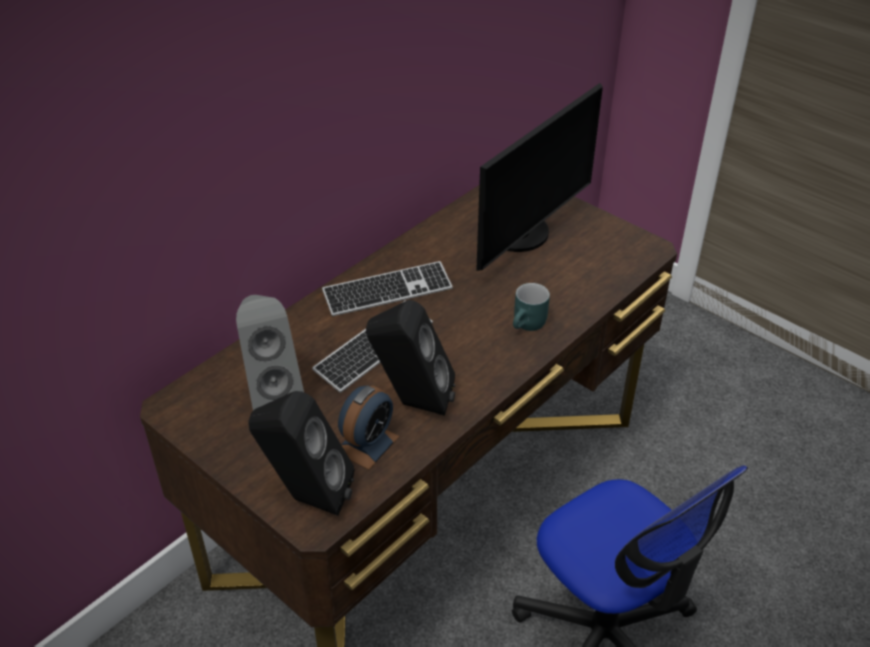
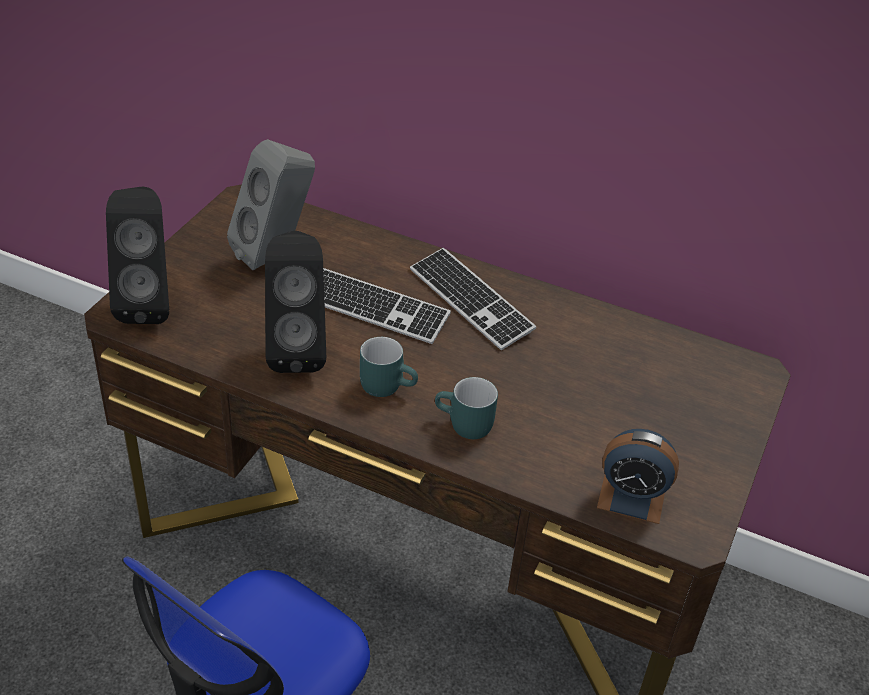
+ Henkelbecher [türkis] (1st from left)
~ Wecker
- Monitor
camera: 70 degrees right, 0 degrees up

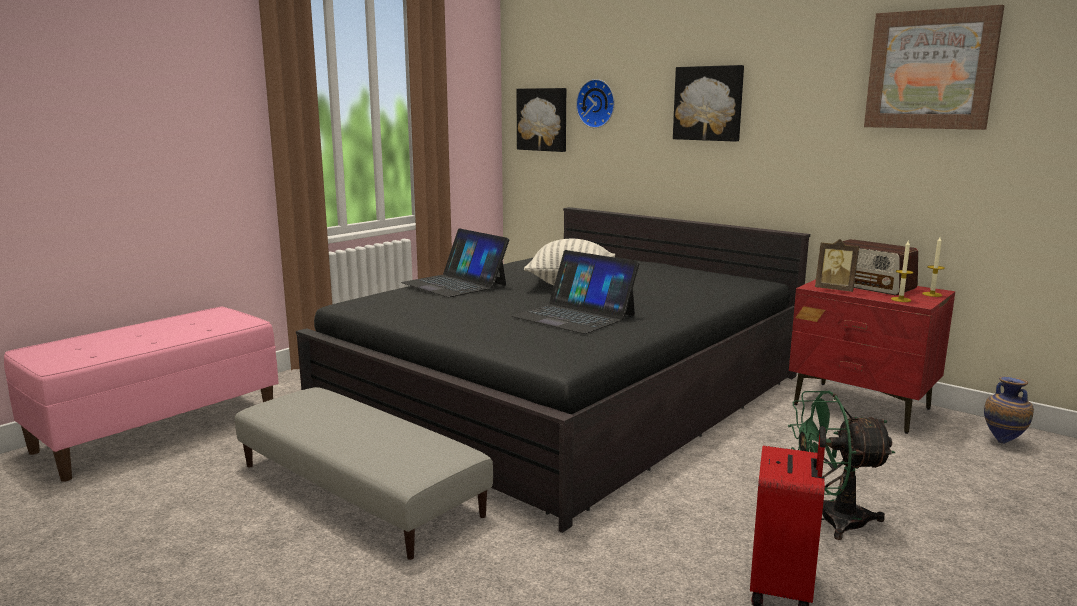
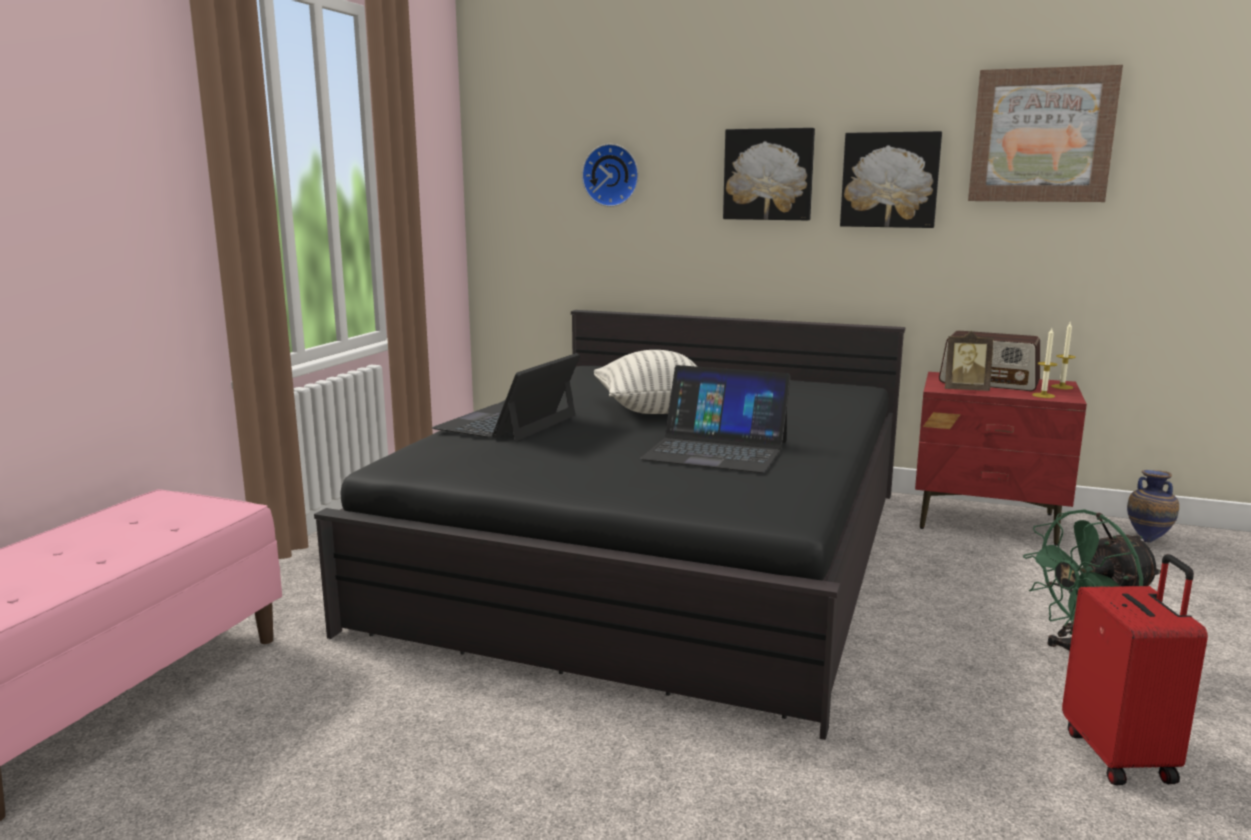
~ Laptop (1st from left) 90 degrees clockwise
~ Bild (1st from left in the first image) to Bild (2nd from left)
- Polsterhocker [grau]
camera: 20 degrees left, 0 degrees up

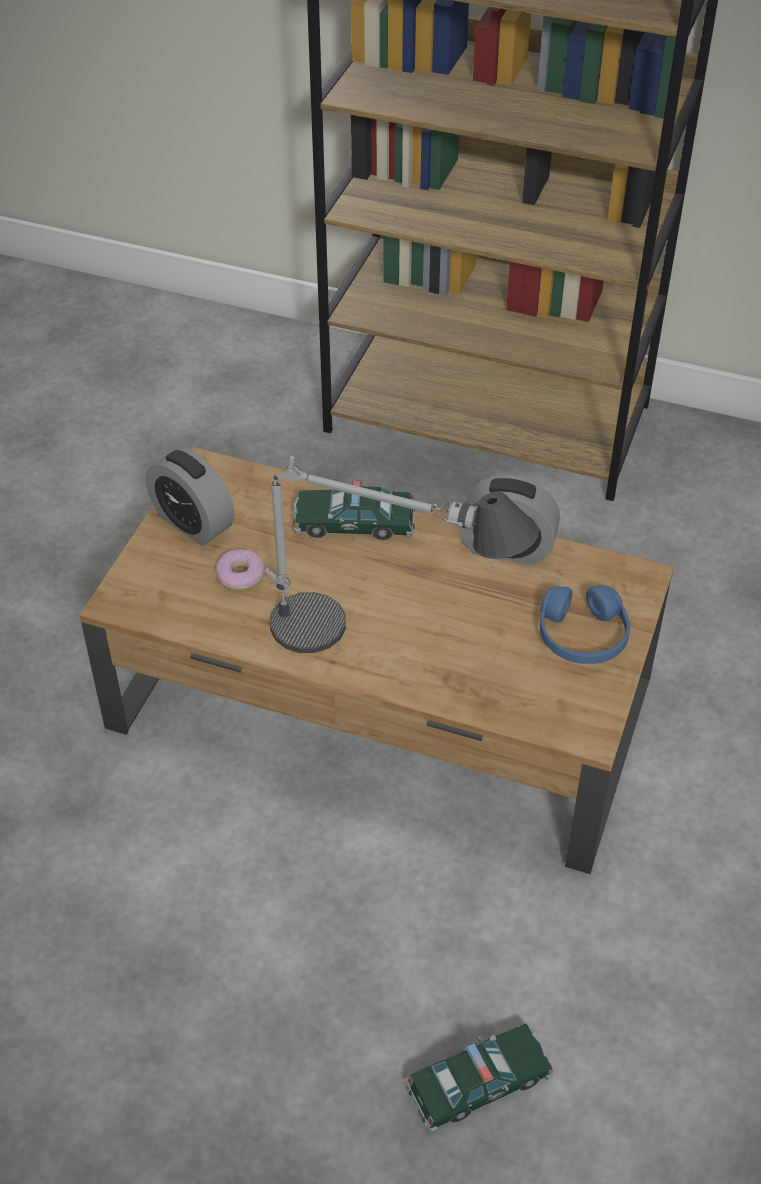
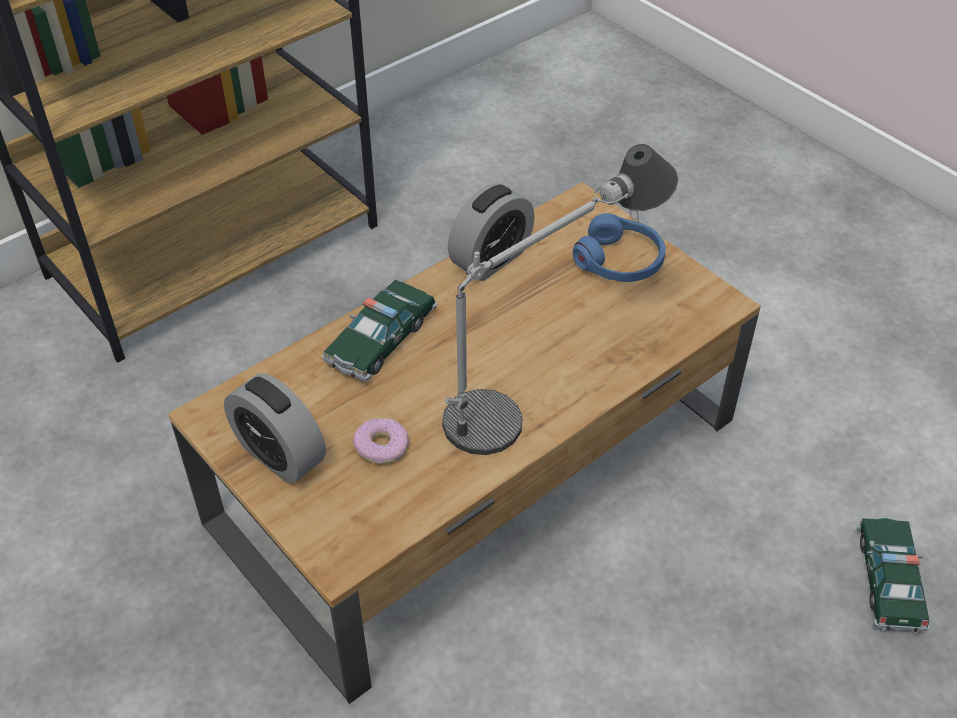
~ Wecker (1st from left) 60 degrees clockwise
camera: 60 degrees left, 0 degrees up

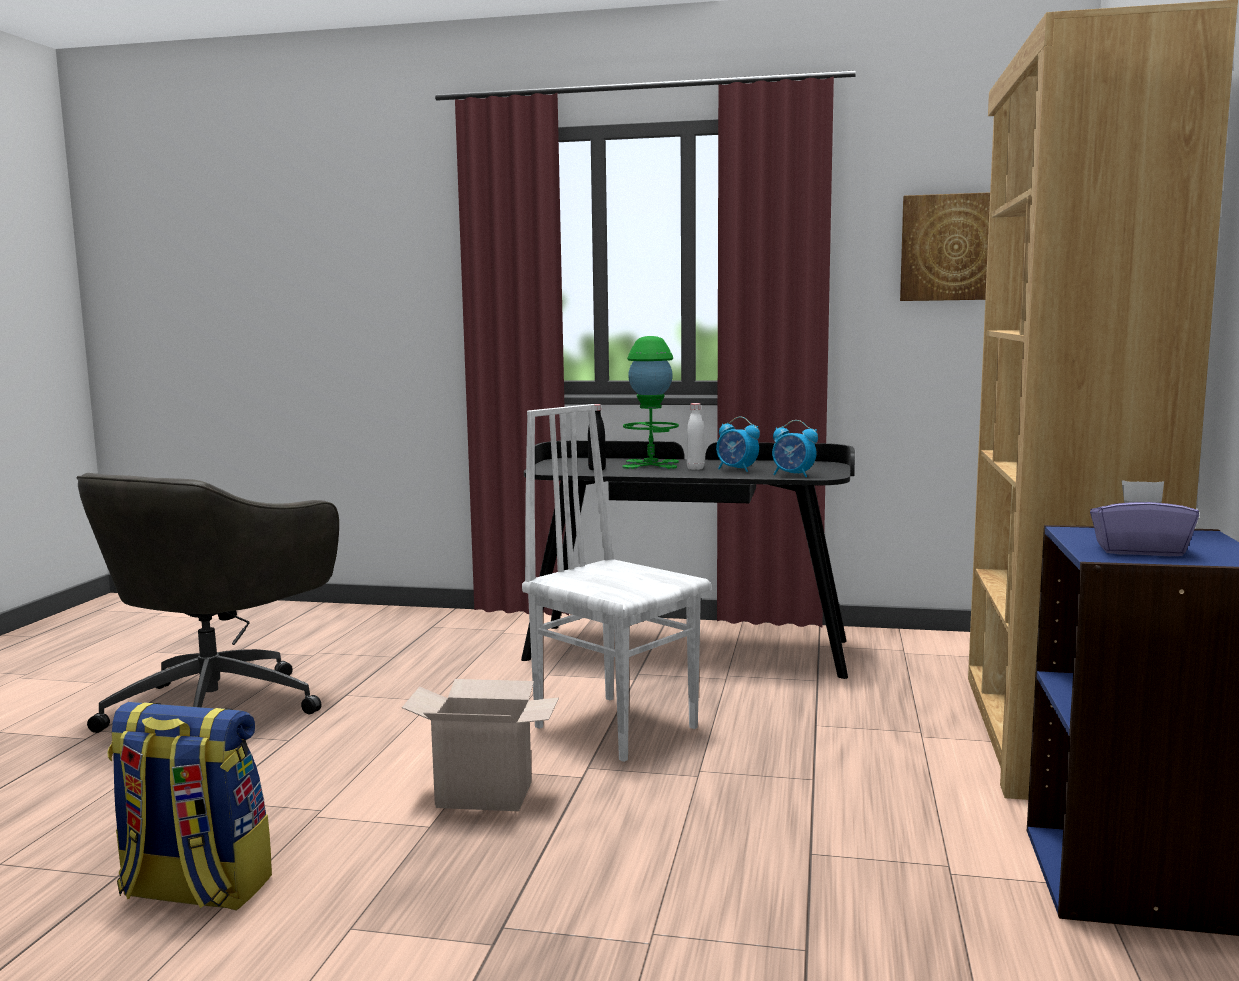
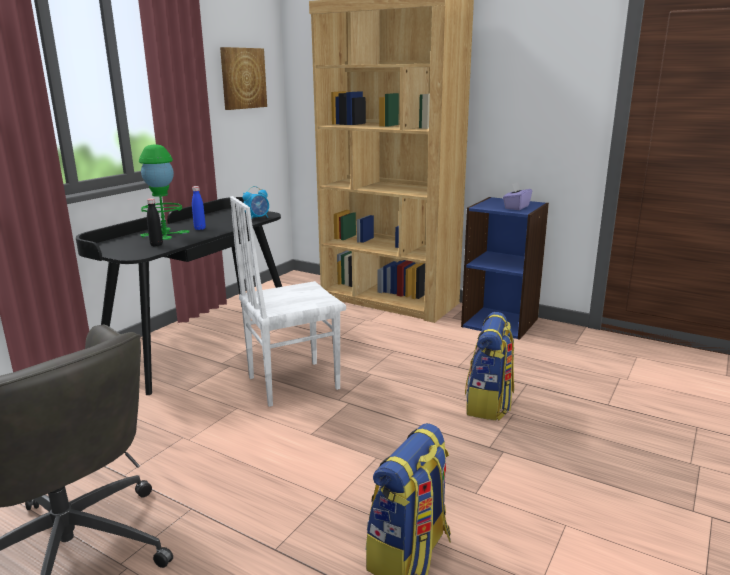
~ Flasche [weiß] to Flasche [blau]
+ Rucksack (2nd from left)
- Karton
- Wecker (1st from left)
camera: 70 degrees left, 10 degrees up

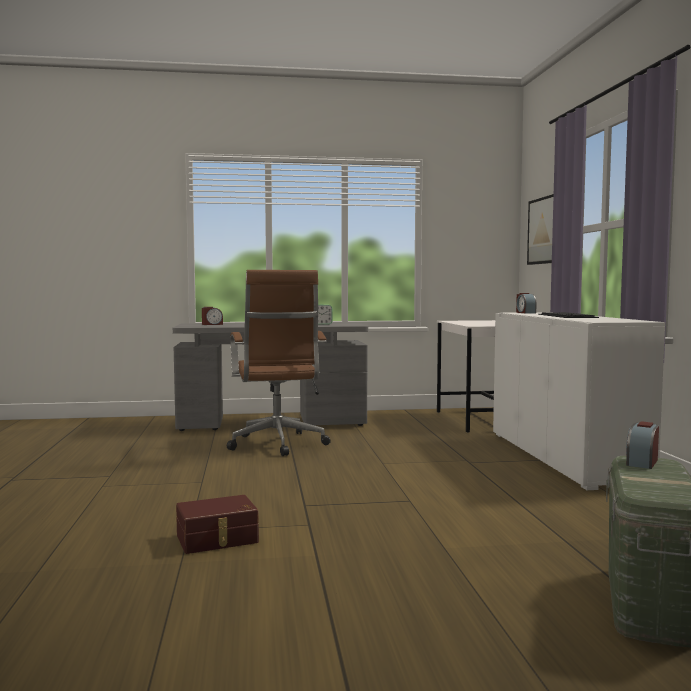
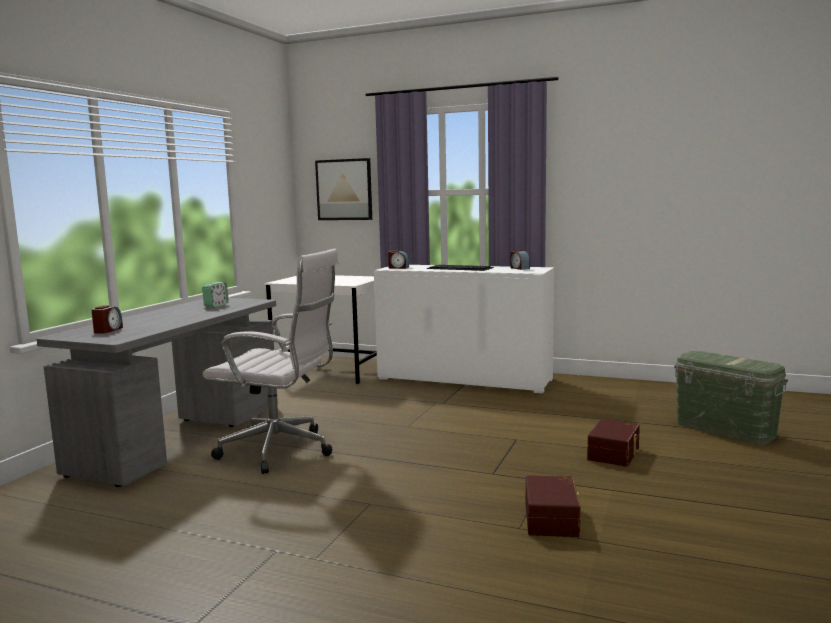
~ Bürostuhl [braun] to Bürostuhl [weiß]
~ Wecker (4th from left)
+ Aufbewahrungsbox [braun] (2nd from left)
camera: 60 degrees left, 5 degrees up

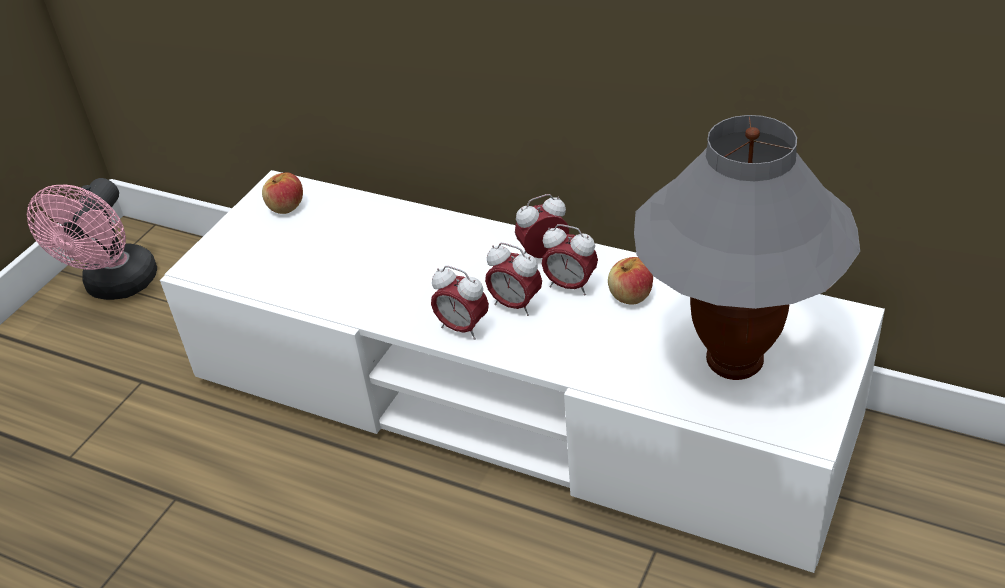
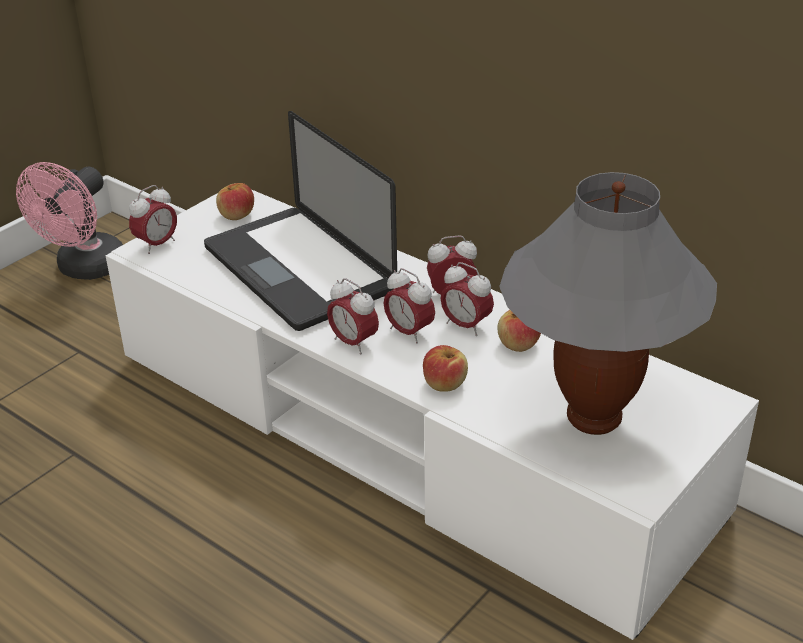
+ Wecker (1st from left)
+ Laptop
+ Apfel (2nd from left)
camera: 10 degrees right, 5 degrees down

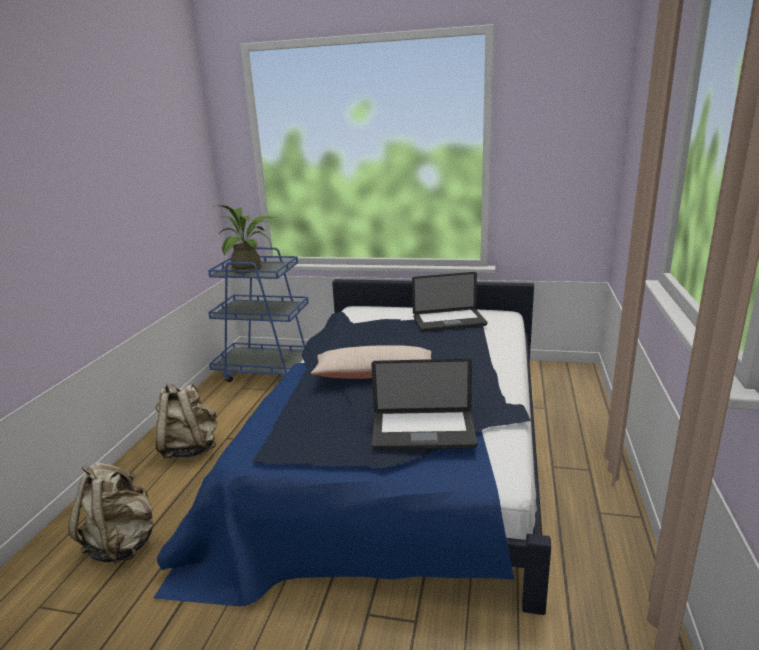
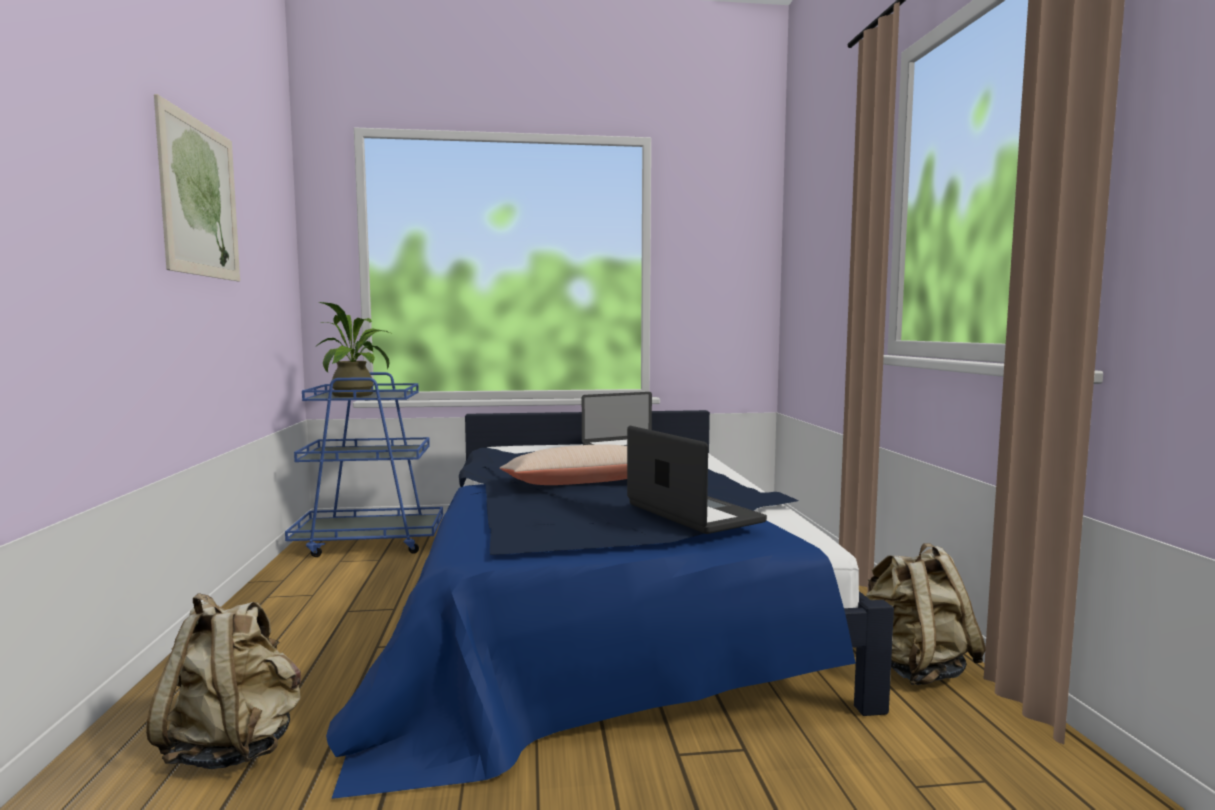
+ Bild
~ Laptop (1st from left in the first image) 105 degrees counterclockwise
~ Rucksack [beige] (2nd from left)
camera: 20 degrees left, 15 degrees down

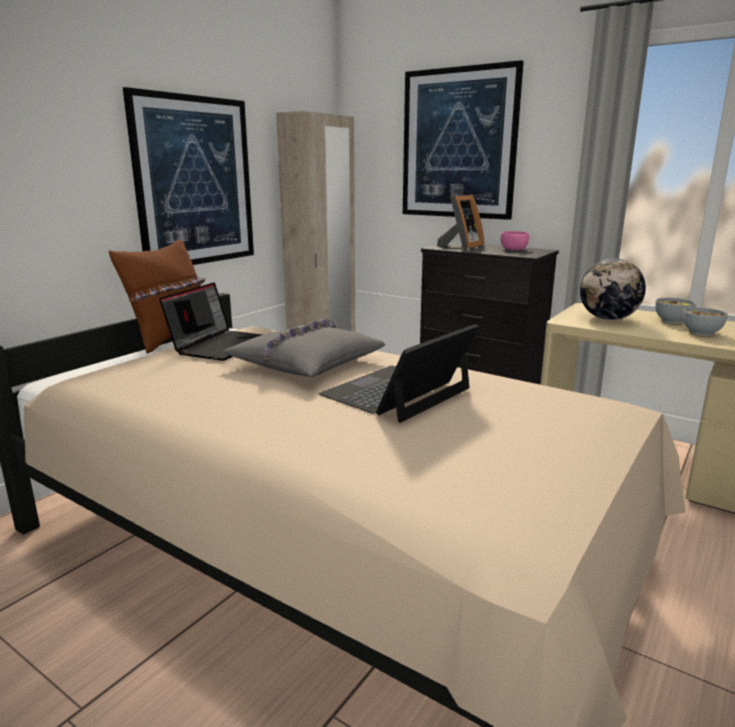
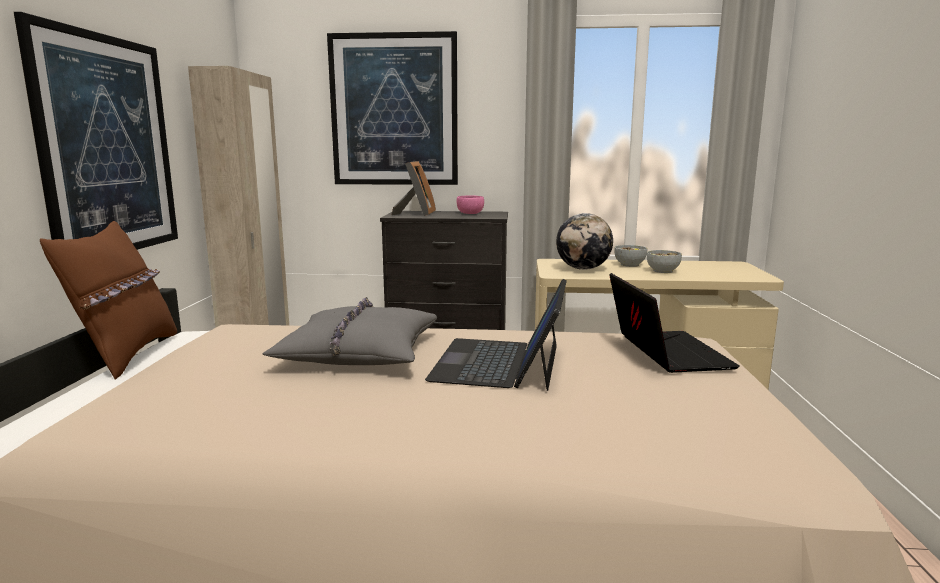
~ Laptop (1st from left in the first image) to Laptop (2nd from left)
camera: 30 degrees left, 5 degrees down

